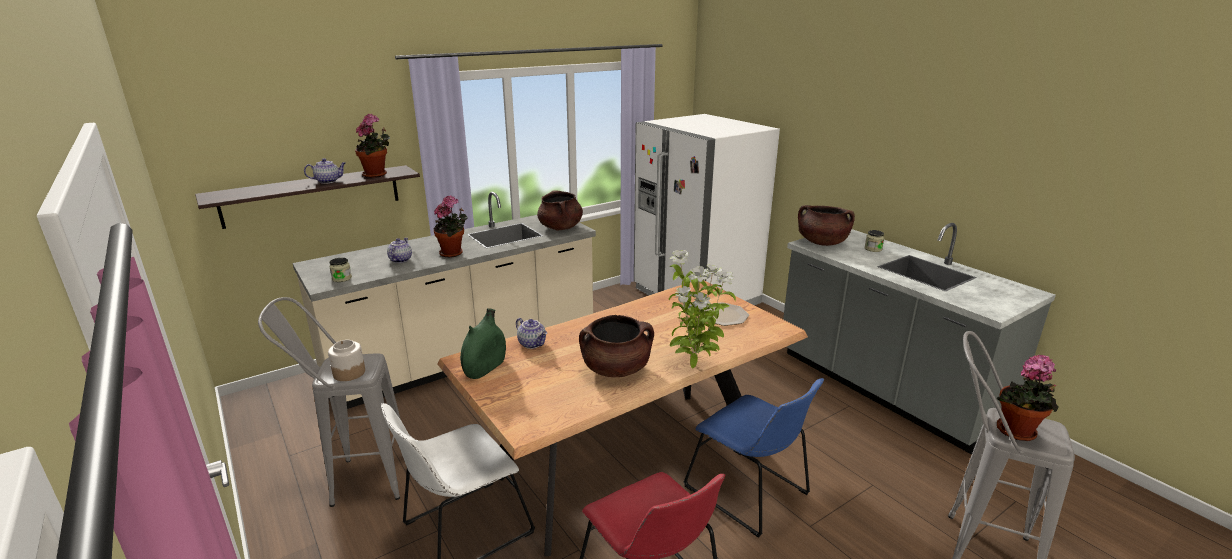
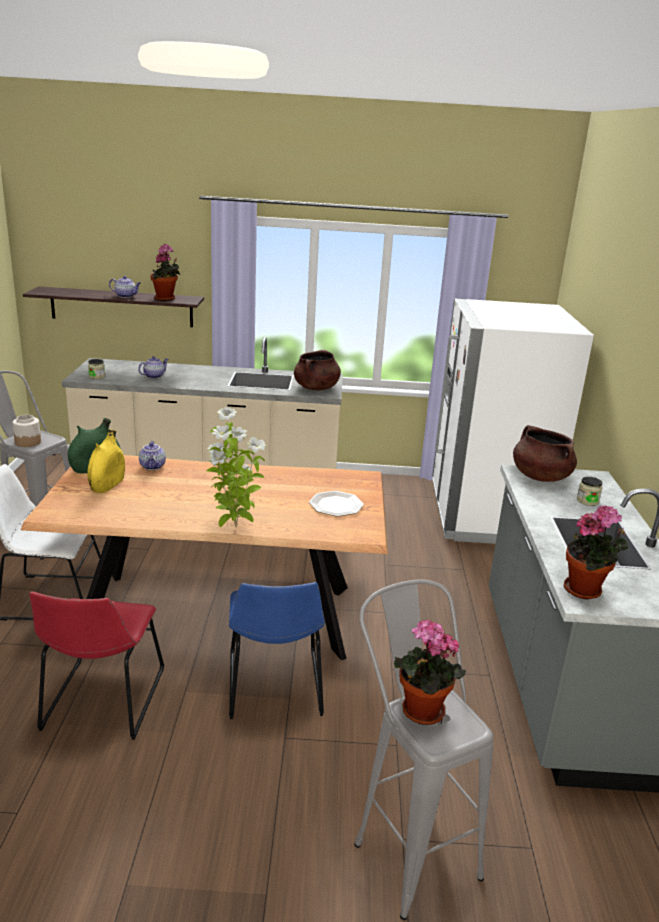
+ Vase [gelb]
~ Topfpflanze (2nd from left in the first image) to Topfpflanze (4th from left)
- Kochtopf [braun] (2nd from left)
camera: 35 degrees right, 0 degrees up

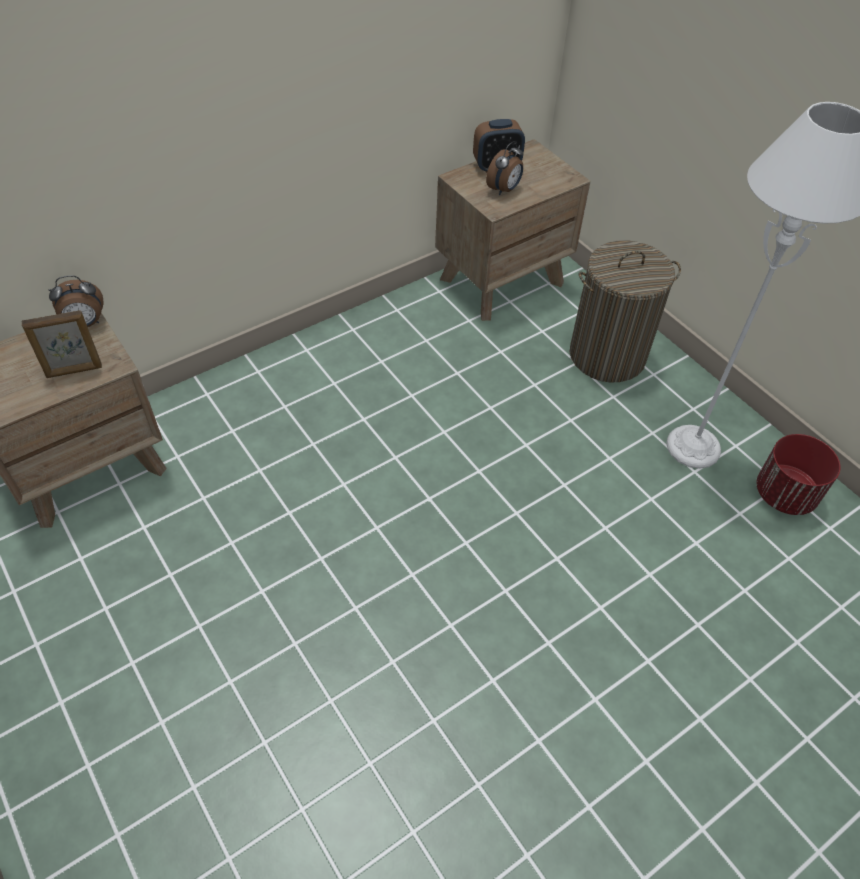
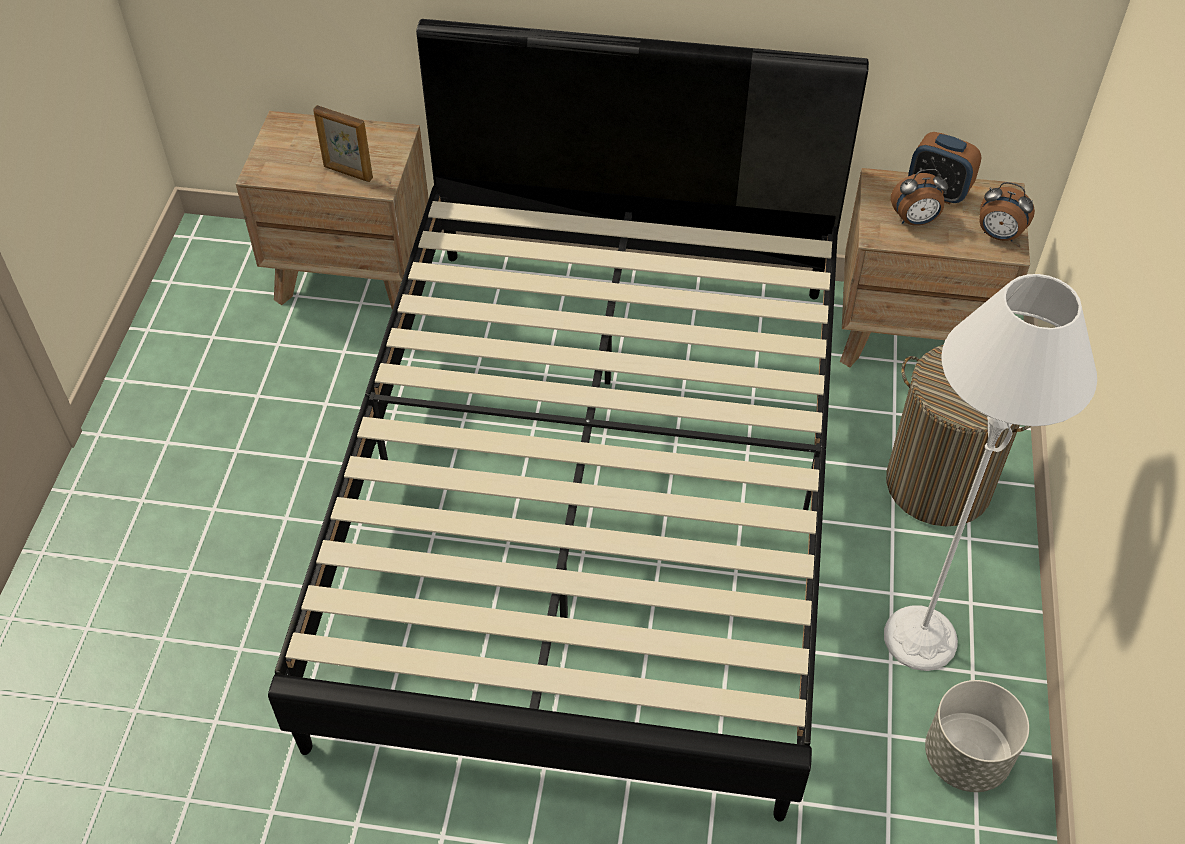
+ Bett [schwarz]
~ Pflanzkübel [rot] to Pflanzkübel [grau]
~ Wecker (1st from left in the first image) to Wecker (3rd from left)
camera: 45 degrees right, 0 degrees up

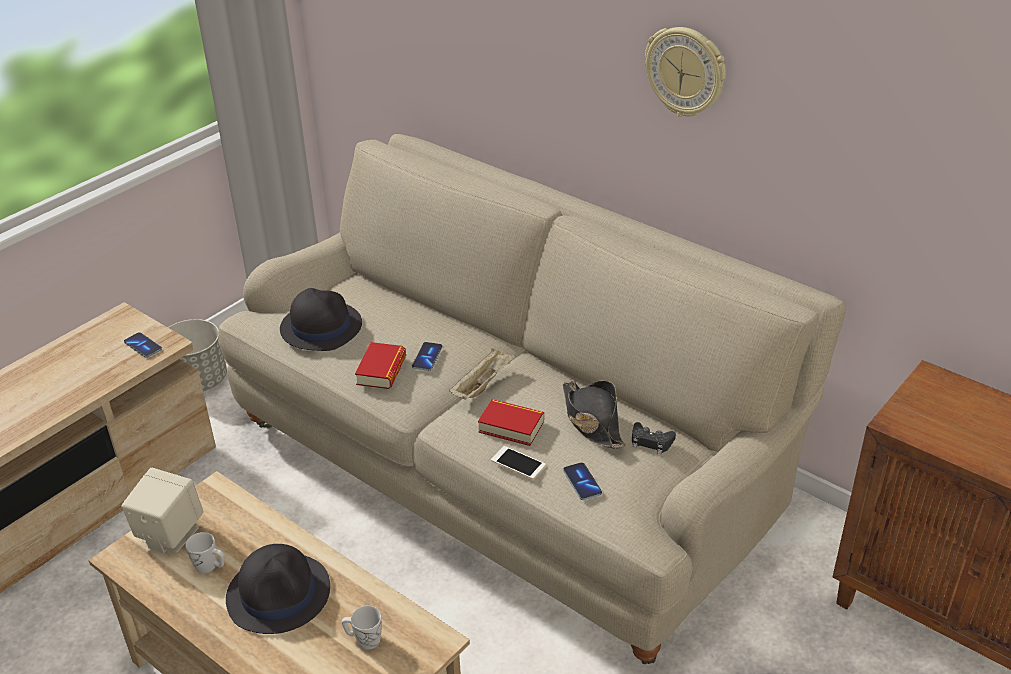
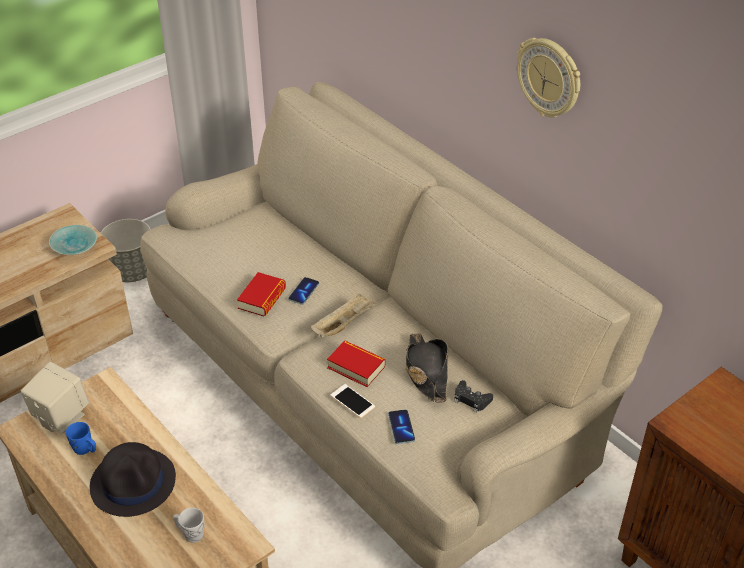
~ Handy (1st from left) to Schüssel [türkis]
~ Henkelbecher [weiß] (1st from left) to Henkelbecher [blau]
- Hut [schwarz] (2nd from left)
camera: 10 degrees right, 5 degrees up

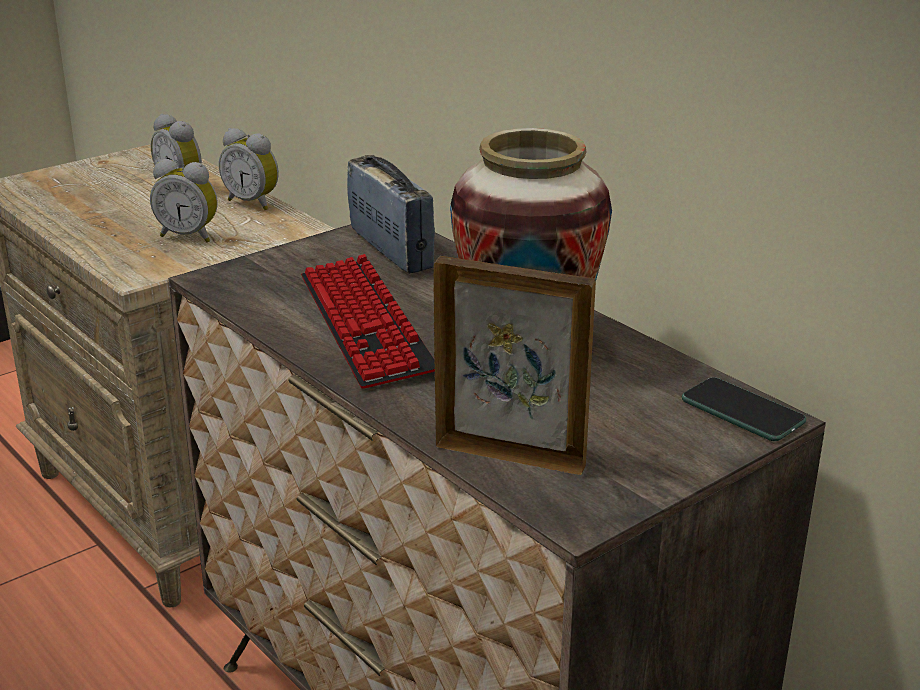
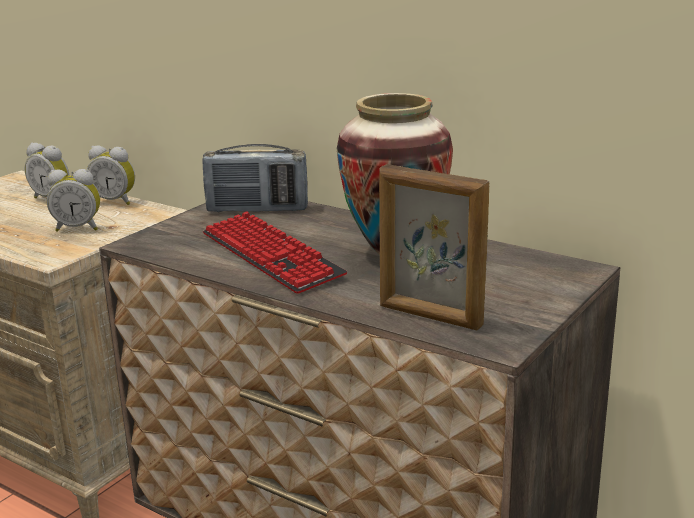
~ Radio 135 degrees clockwise
~ Bilderrahmen 150 degrees counterclockwise
- Handy
camera: 15 degrees left, 5 degrees down

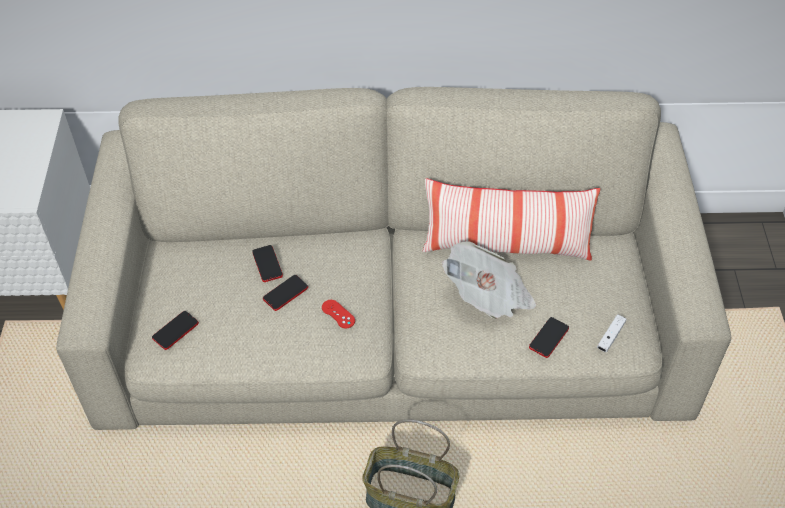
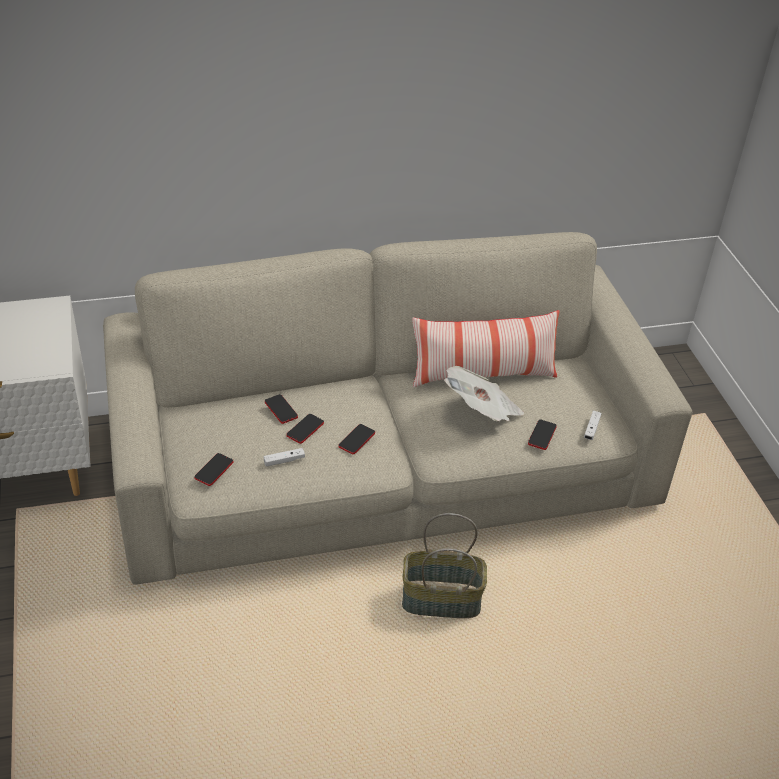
+ Gamepad [weiß] (1st from left)
~ Gamepad [rot] to Handy (4th from left)
camera: 15 degrees left, 10 degrees down

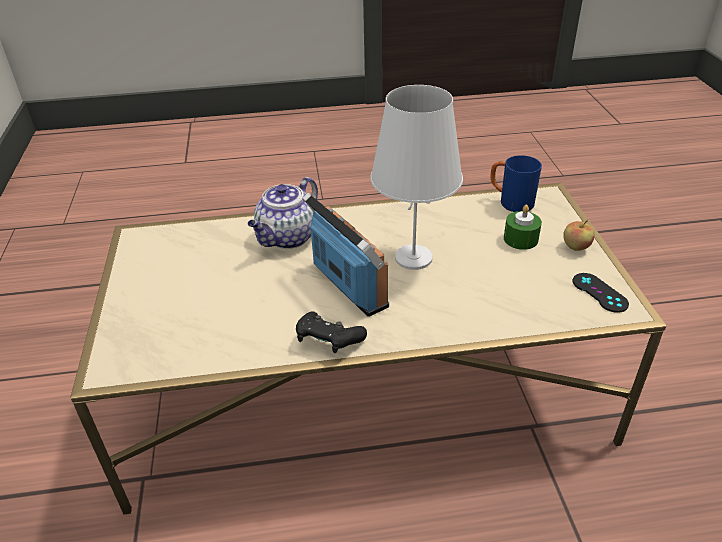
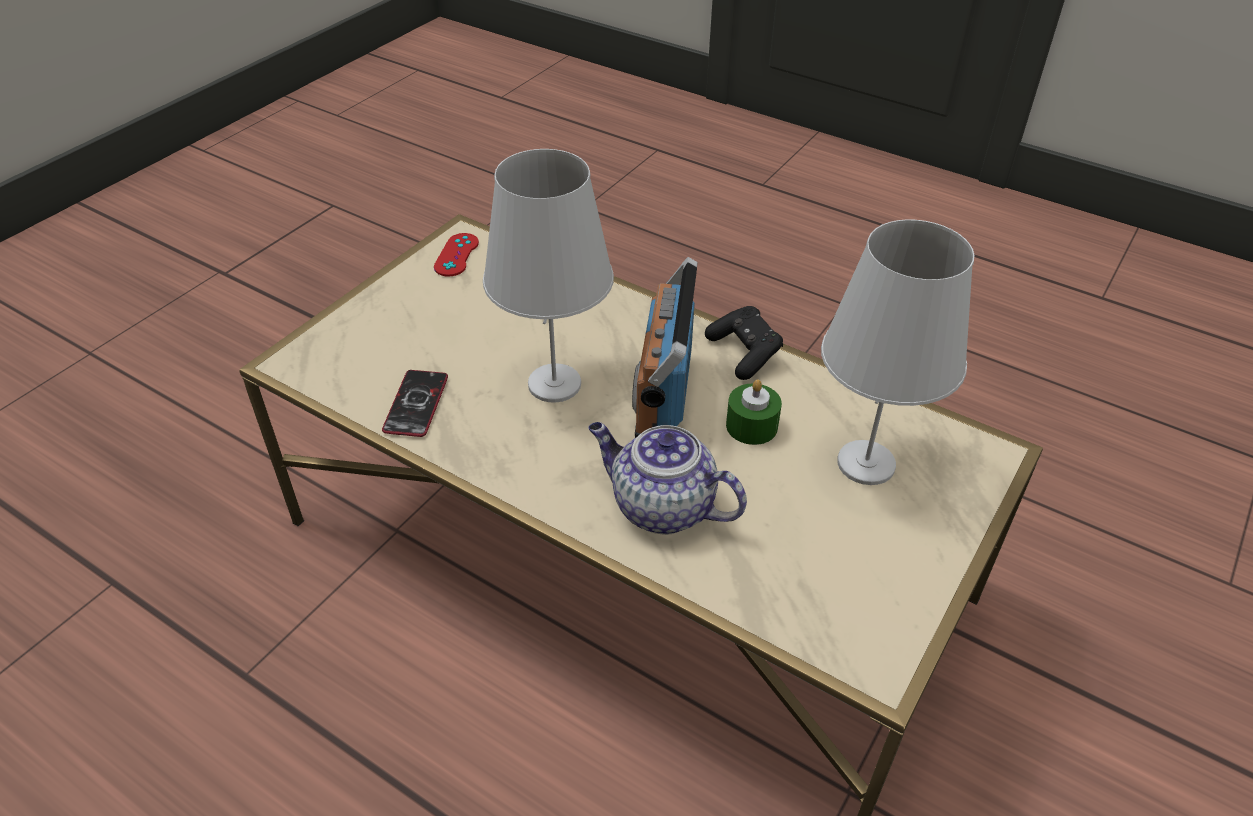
+ Handy
~ Gamepad [schwarz] (2nd from left) to Gamepad [rot]
~ Teekanne 135 degrees counterclockwise
~ Kerze [grün]
+ Tischlampe [weiß] (2nd from left)
- Henkelbecher [blau]
- Apfel
camera: 140 degrees left, 5 degrees up

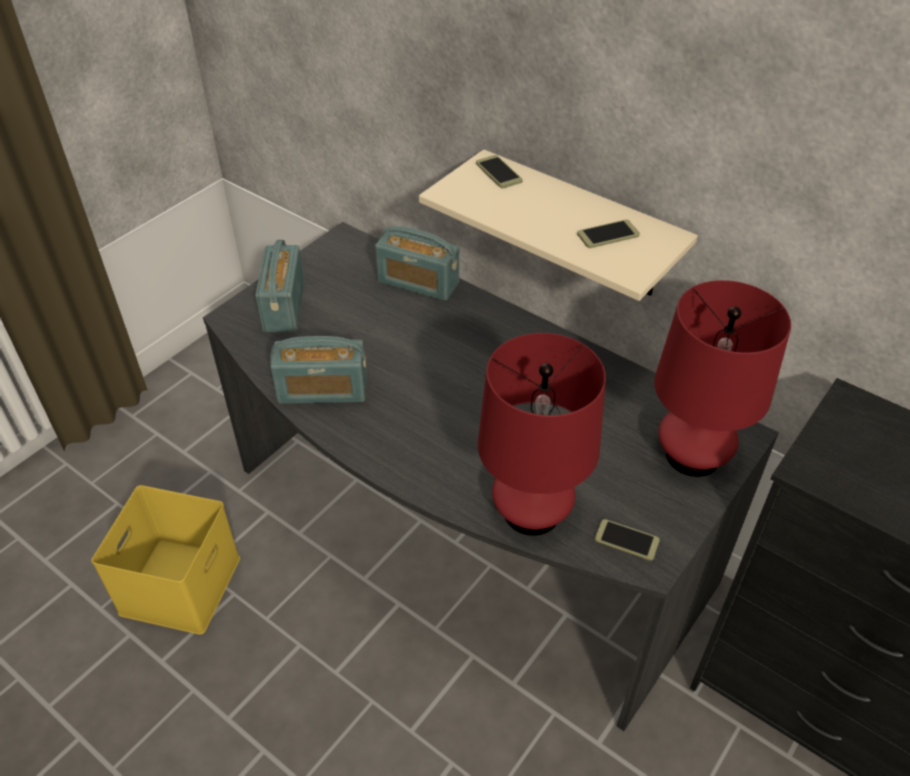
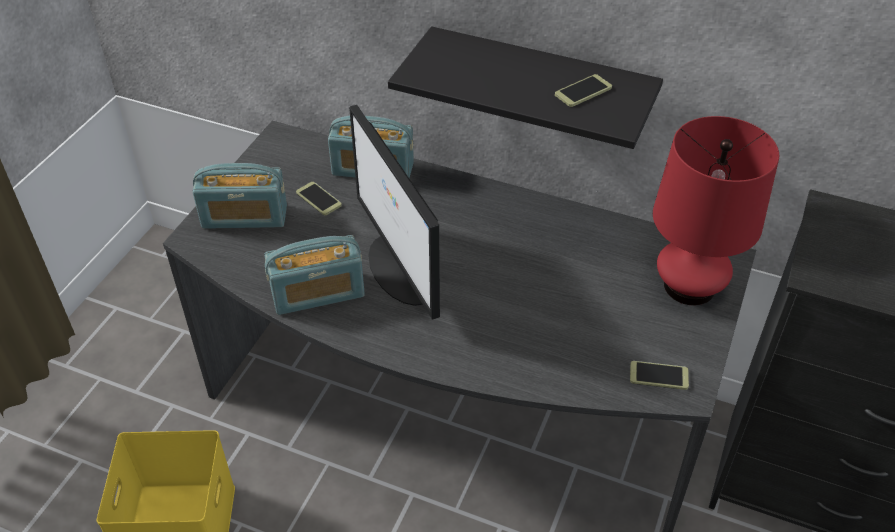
~ Radio (1st from left) 75 degrees counterclockwise
~ Handy (1st from left)
+ Monitor
~ Wandregal [beige] to Wandregal [schwarz]
- Tischlampe [rot] (1st from left)
camera: 15 degrees left, 0 degrees up

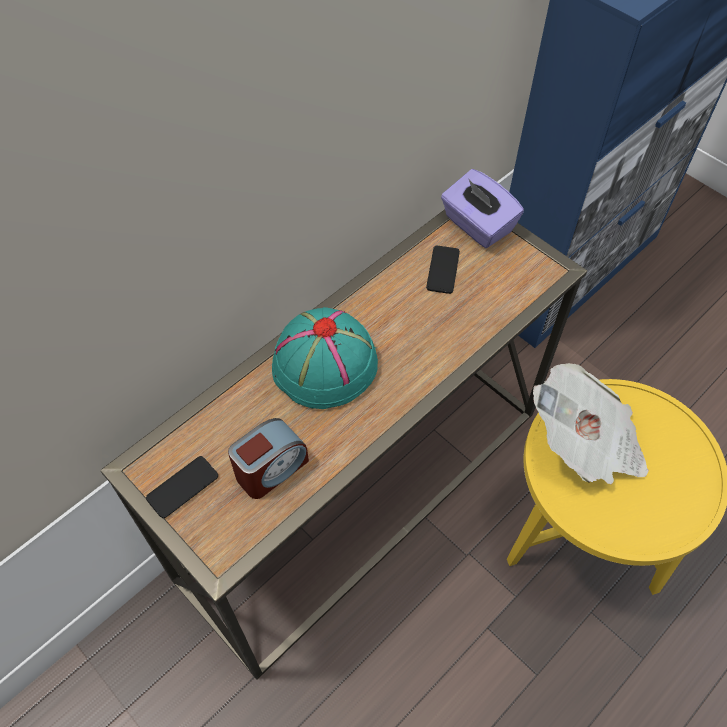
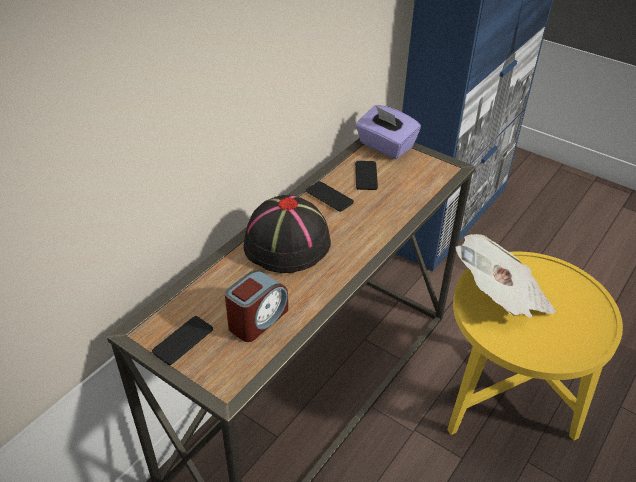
~ Hut [türkis] to Hut [schwarz]
+ Handy (2nd from left)
camera: 10 degrees left, 15 degrees down

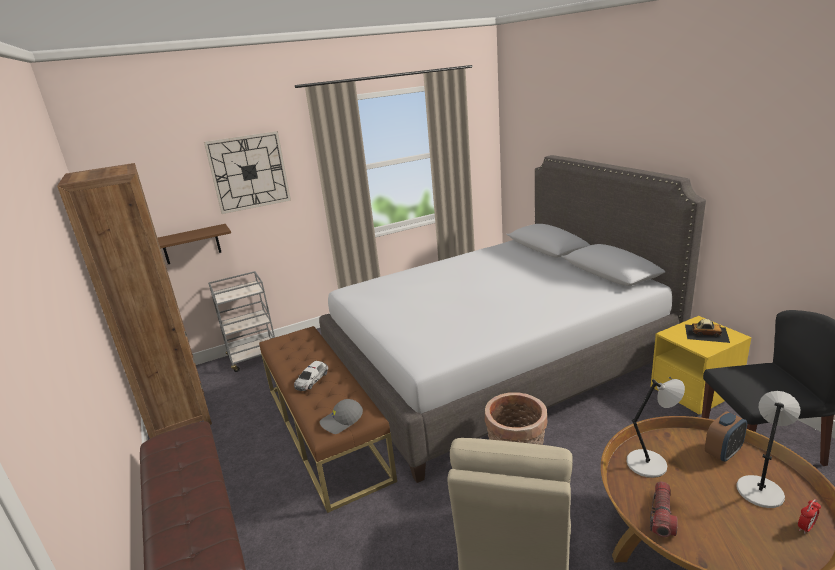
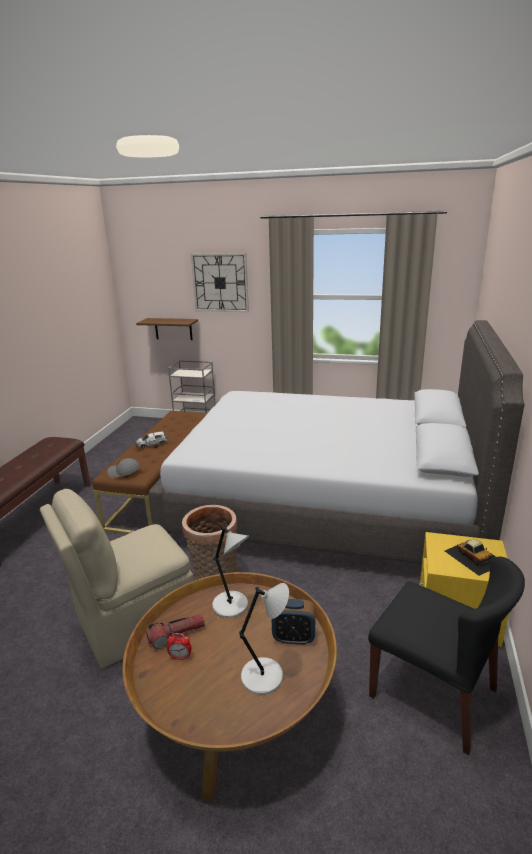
~ Wecker (2nd from left in the first image) to Wecker (1st from left)
- Bücherregal [braun]
camera: 40 degrees right, 0 degrees up

